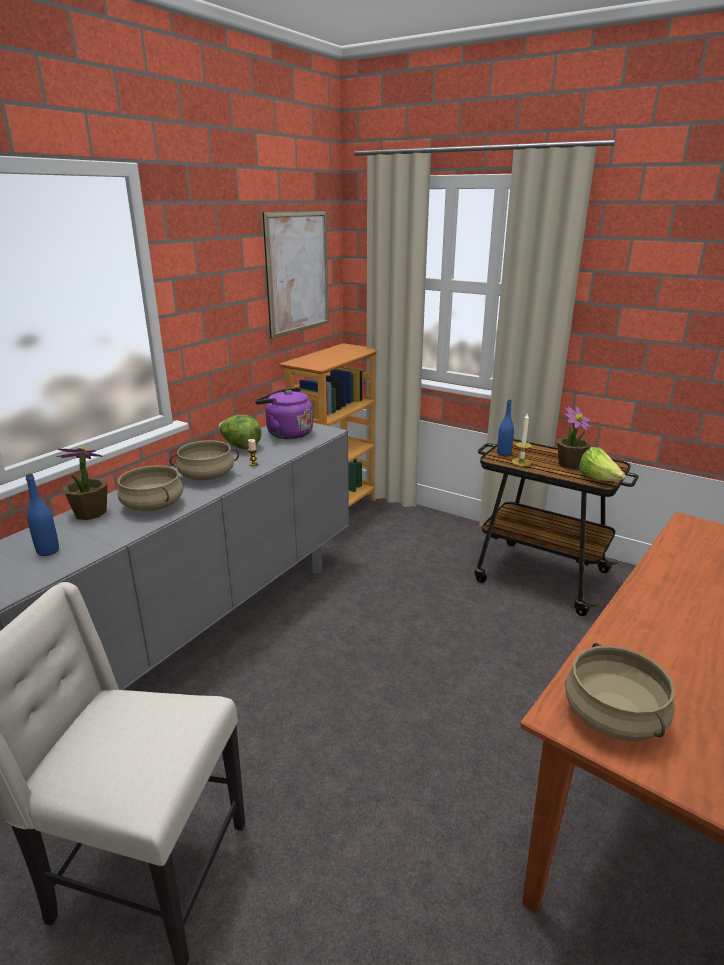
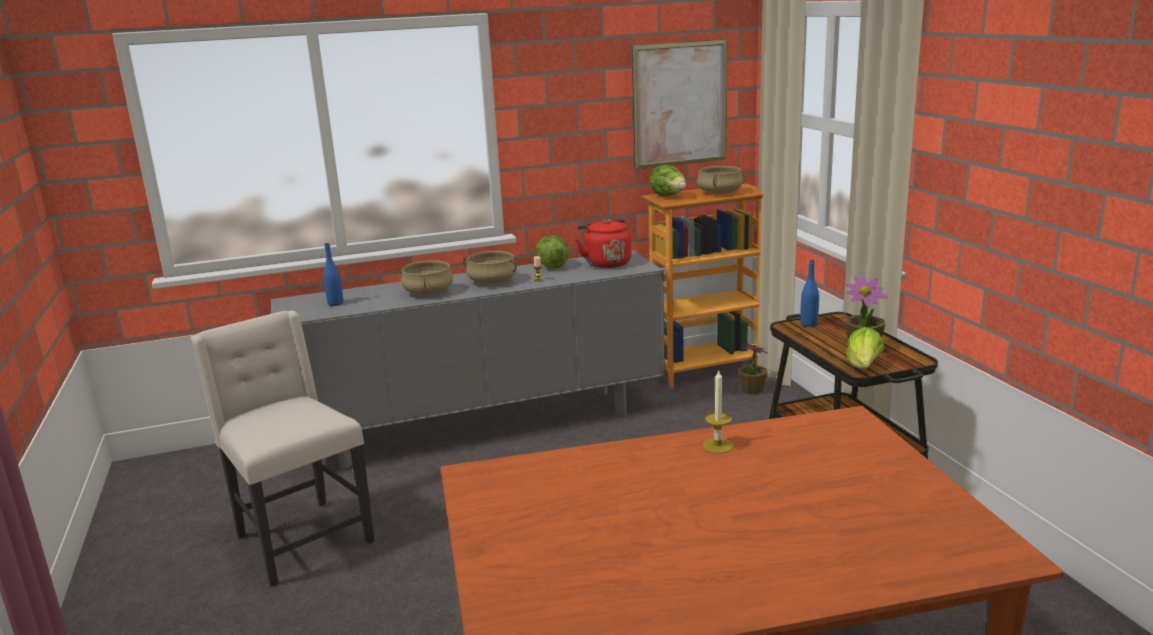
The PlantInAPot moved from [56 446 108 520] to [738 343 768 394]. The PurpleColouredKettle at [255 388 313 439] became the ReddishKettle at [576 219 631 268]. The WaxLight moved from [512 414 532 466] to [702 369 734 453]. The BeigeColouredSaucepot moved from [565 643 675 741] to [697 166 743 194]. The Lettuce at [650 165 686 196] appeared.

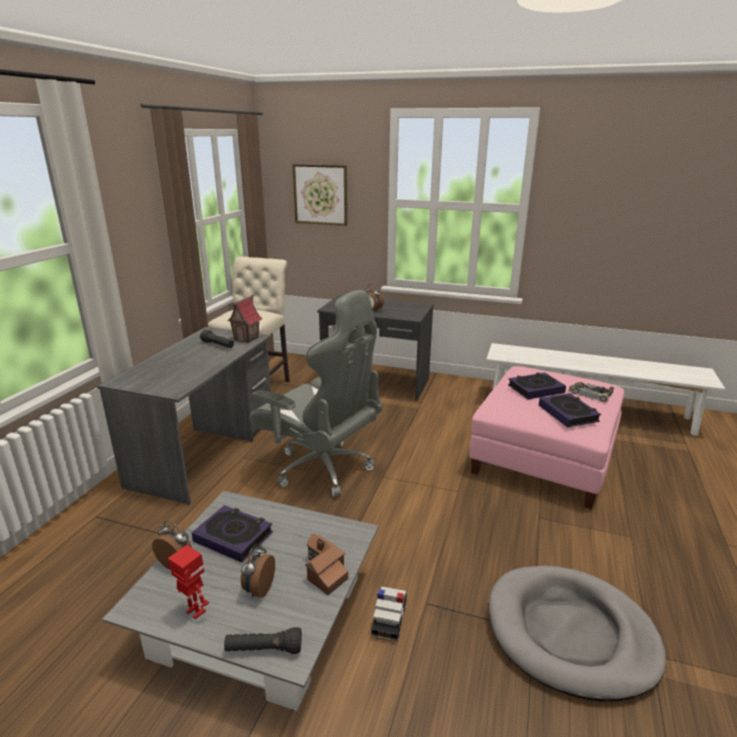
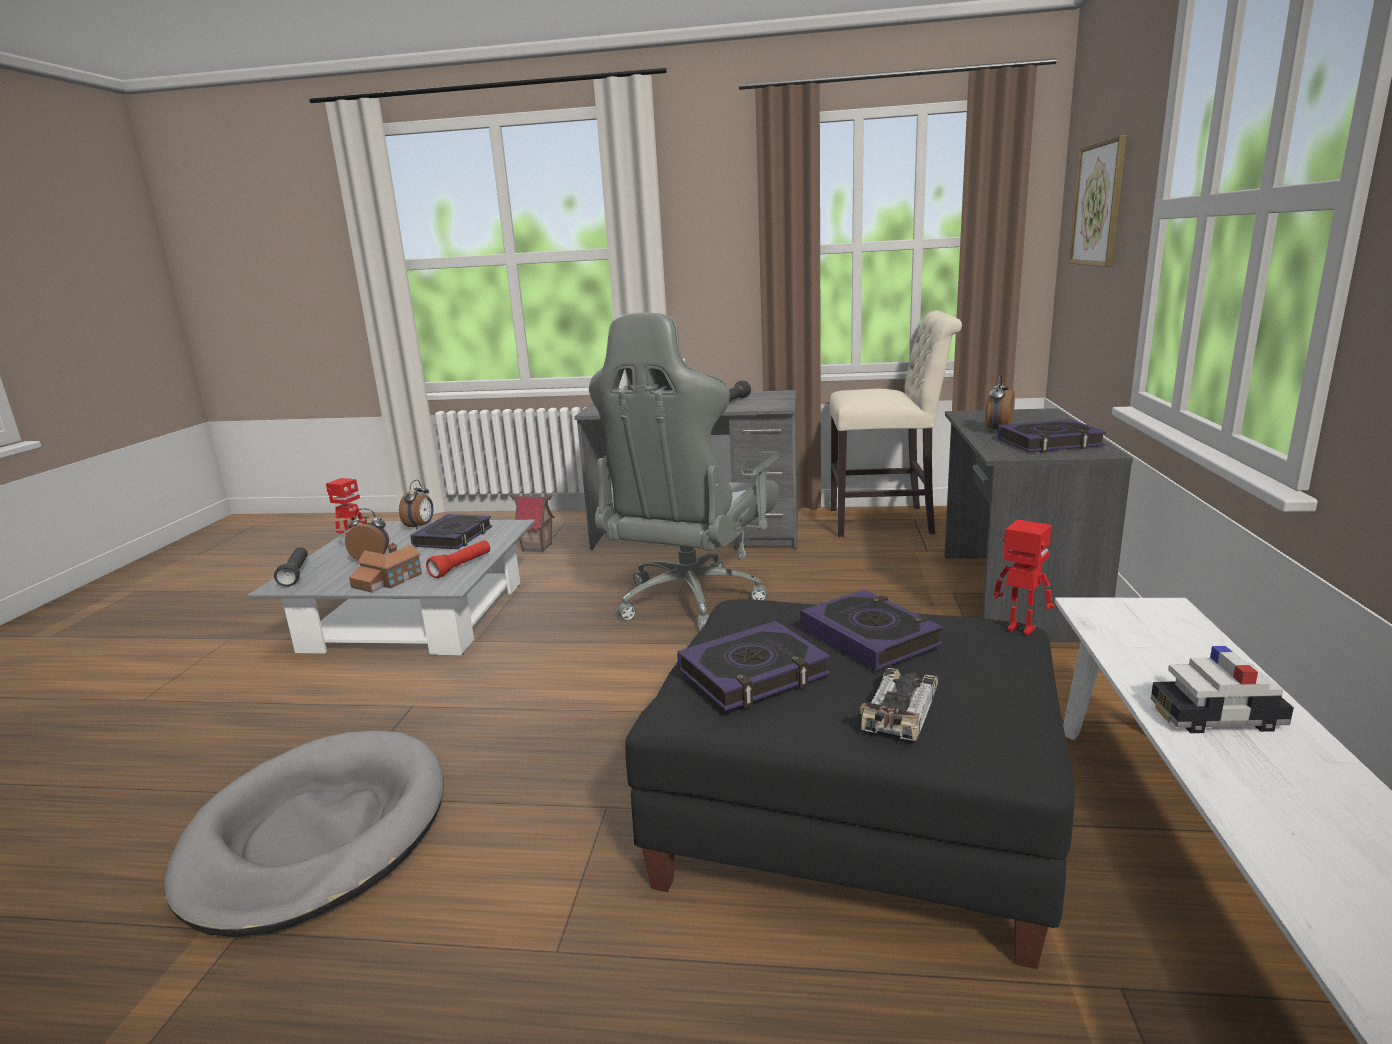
The MiniatureHouse moved from [227 295 262 343] to [510 495 555 552]. The ToyCar moved from [372 586 407 642] to [1151 646 1294 733]. The PinkishOttoman at [469 366 624 509] became the BlackOttoman at [625 599 1075 969]. The ReddishHandTorch at [426 540 490 578] appeared. The ModelRobot at [994 519 1055 635] appeared. The Book at [998 419 1106 453] appeared.

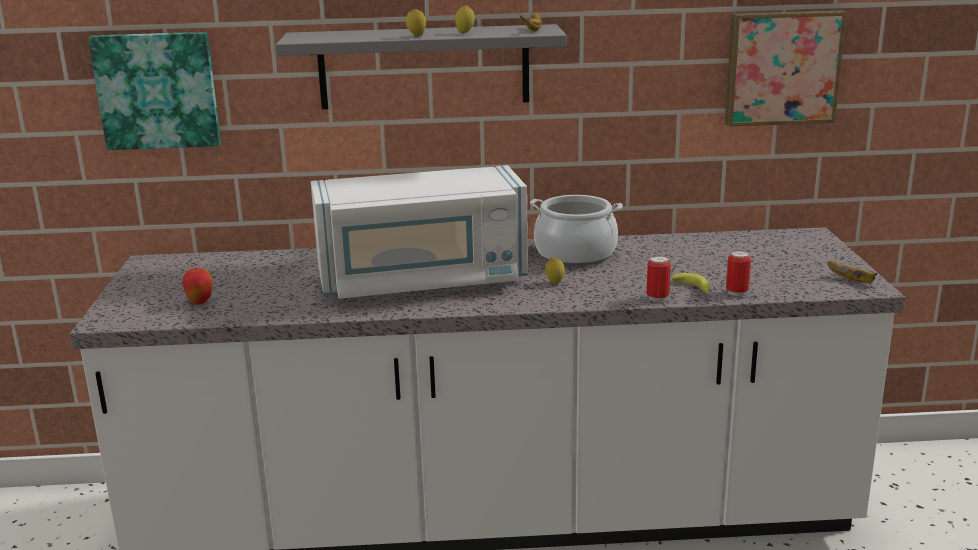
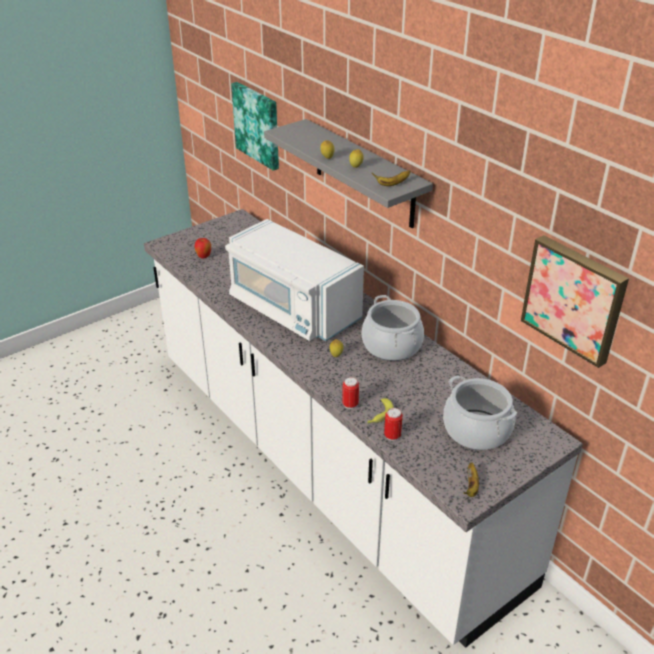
The Saucepot at [443 376 517 450] appeared.

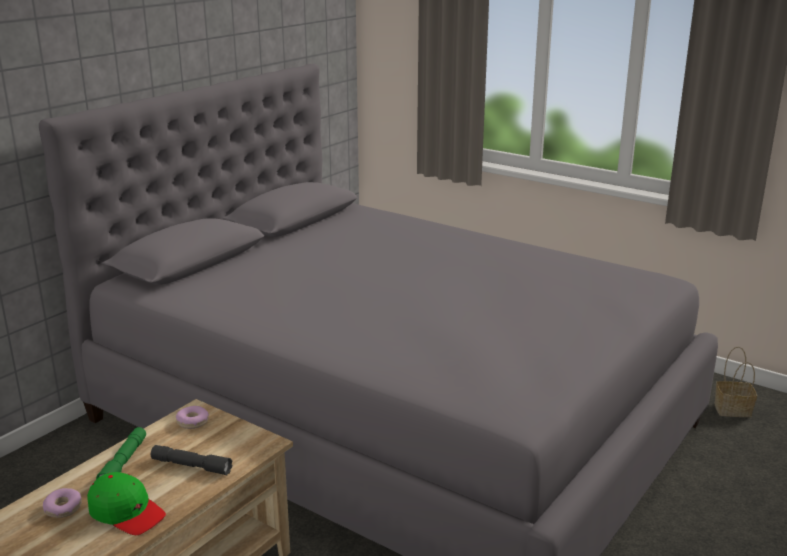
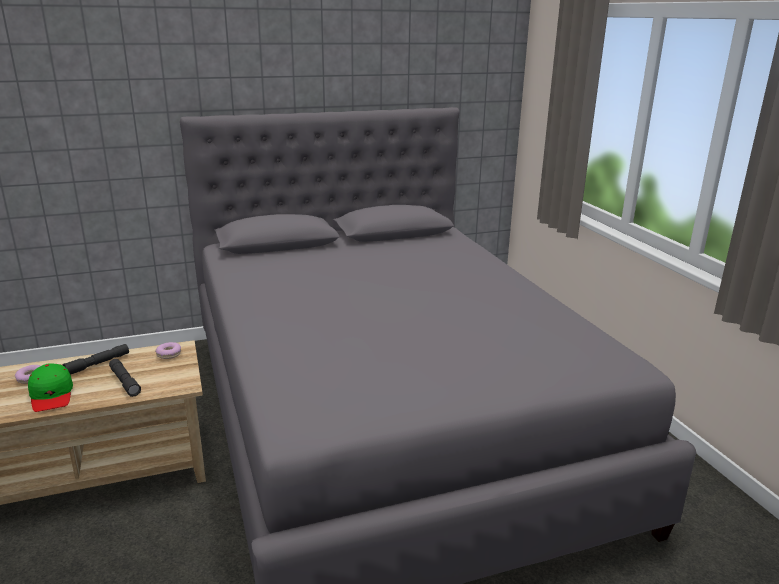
The GreenishHandTorch at [96 427 146 479] became the GreyishHandTorch at [63 344 129 375]. The Basket at [714 347 757 417] disappeared.

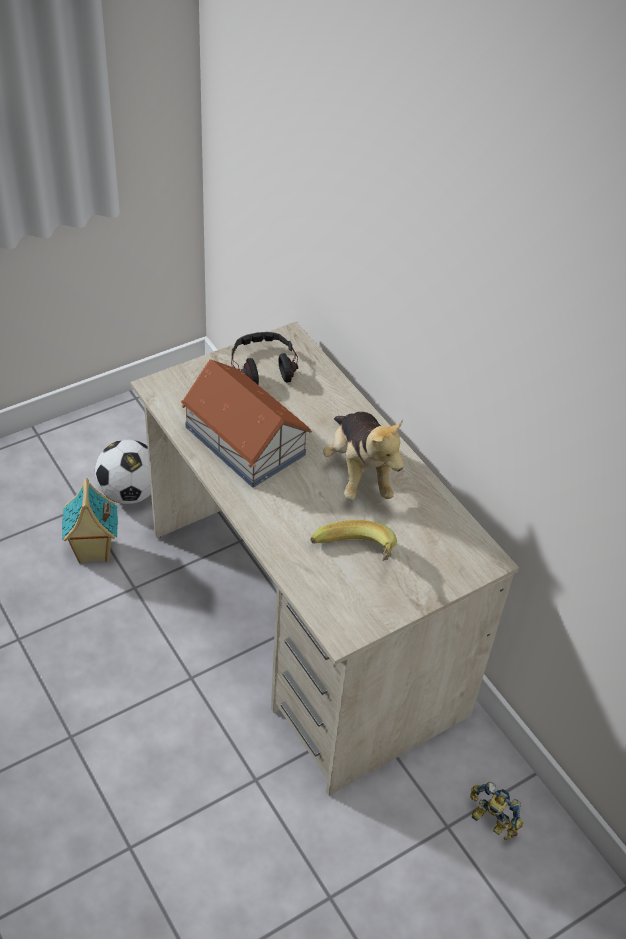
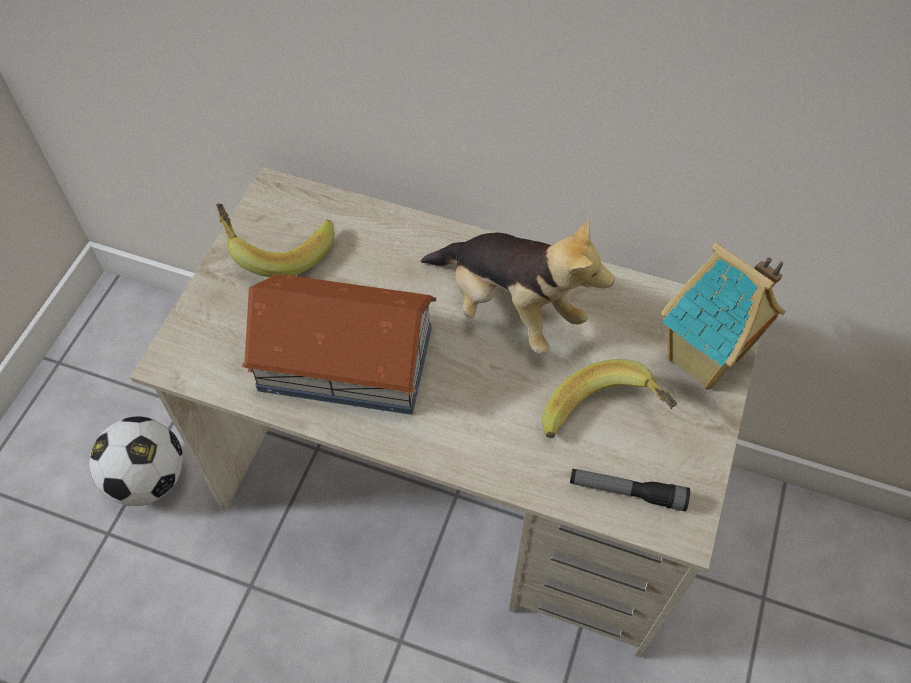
The MiniatureHouse moved from [62 478 118 564] to [661 242 786 390]. The PairOfHeadphones at [231 332 298 384] was replaced by the Banana at [216 203 334 277]. The ModelRobot at [470 782 523 840] disappeared. The HandTorch at [570 469 690 512] appeared.

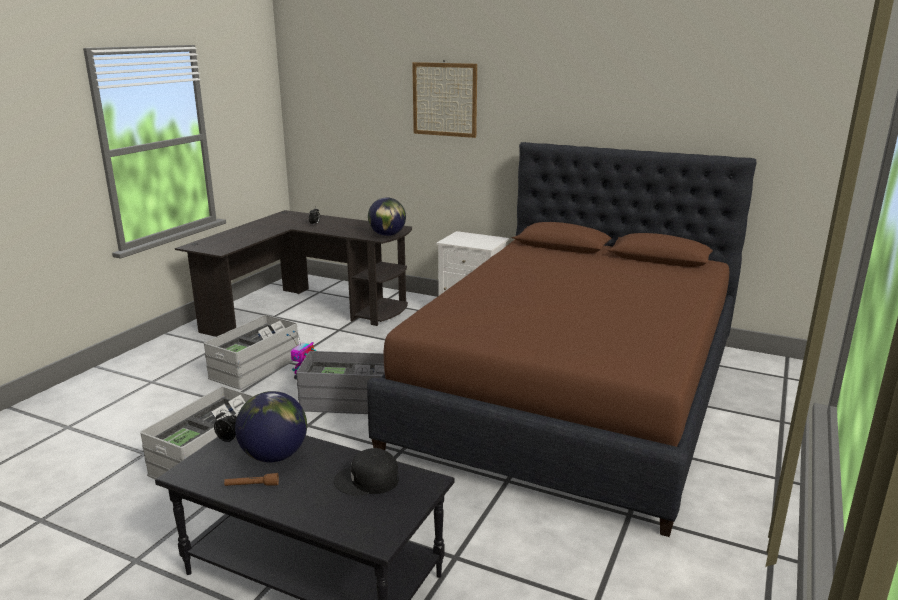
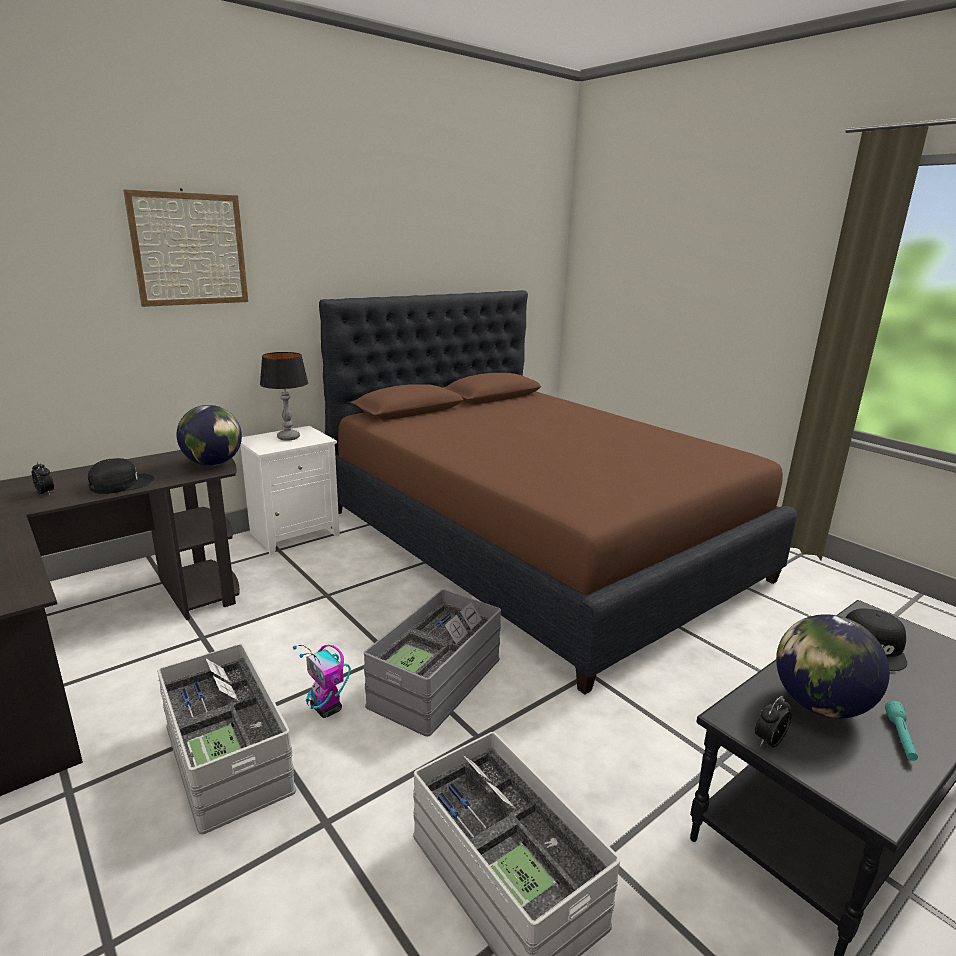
The BrownishHandTorch at [224 473 279 486] became the BlueGreenHandTorch at [885 701 918 761]. The BlackBaseballCap at [88 458 154 494] appeared. The LampForATable at [260 352 308 441] appeared.

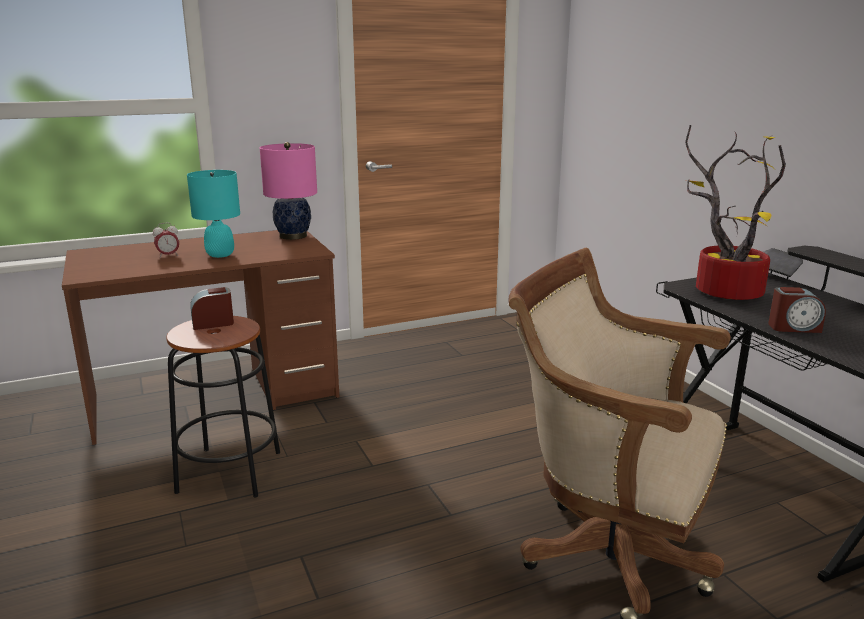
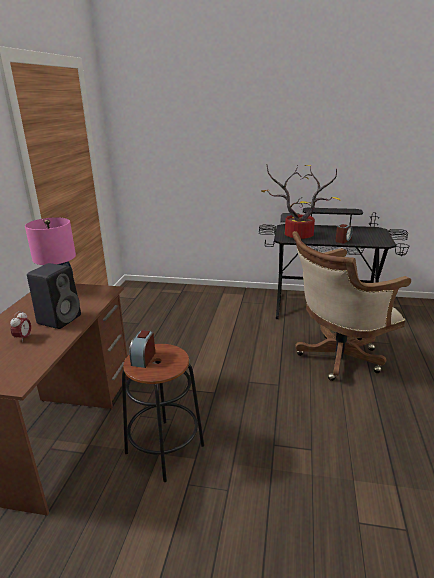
The BlueGreenLampForATable at [187 170 240 258] was replaced by the BlackAudioSpeaker at [27 263 81 329].

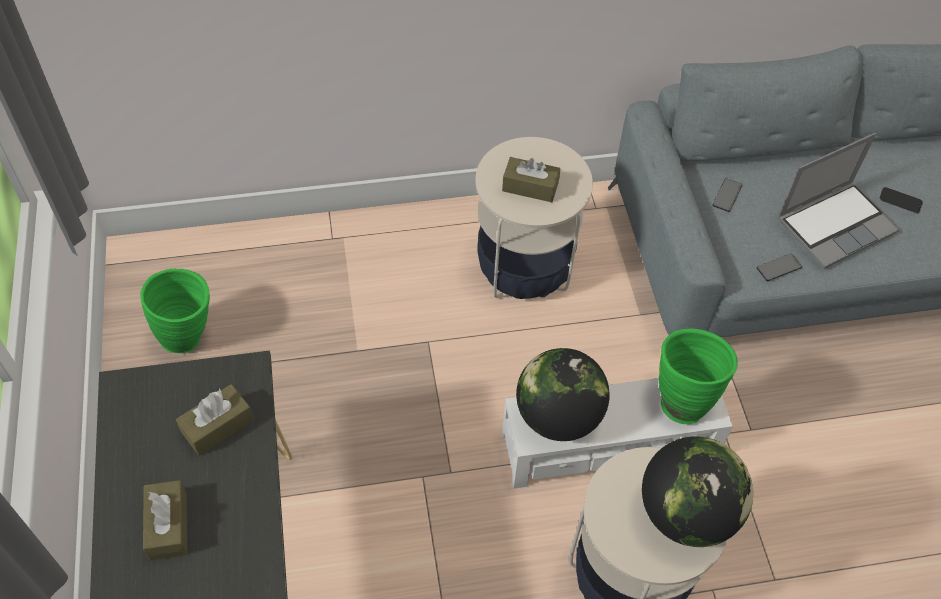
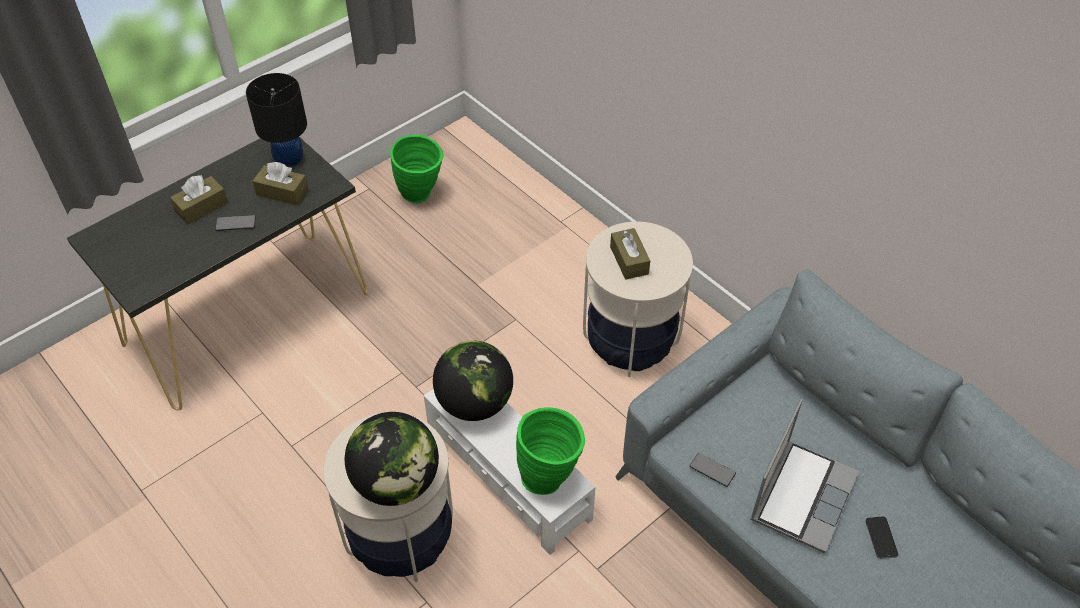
The Handset moved from [713 178 742 212] to [215 215 256 231]. The PortableComputer at [777 133 900 269] turned 90 degrees counterclockwise. The BlackLampForATable at [246 73 307 167] appeared.

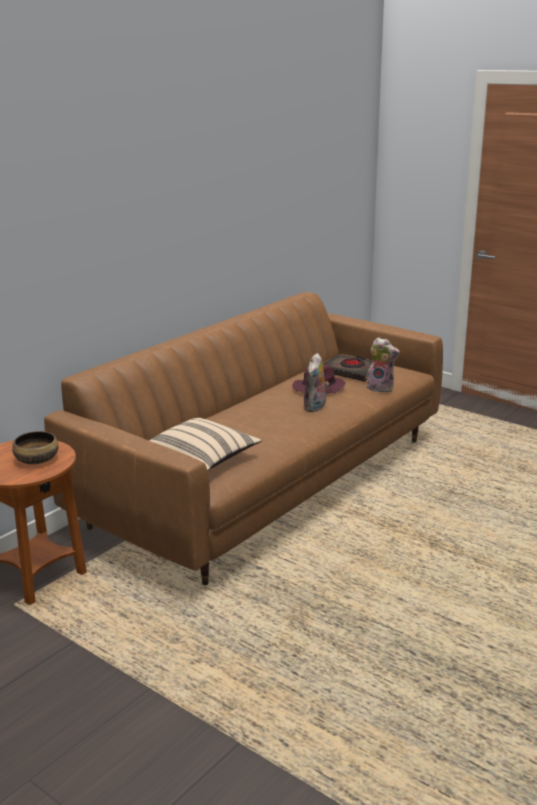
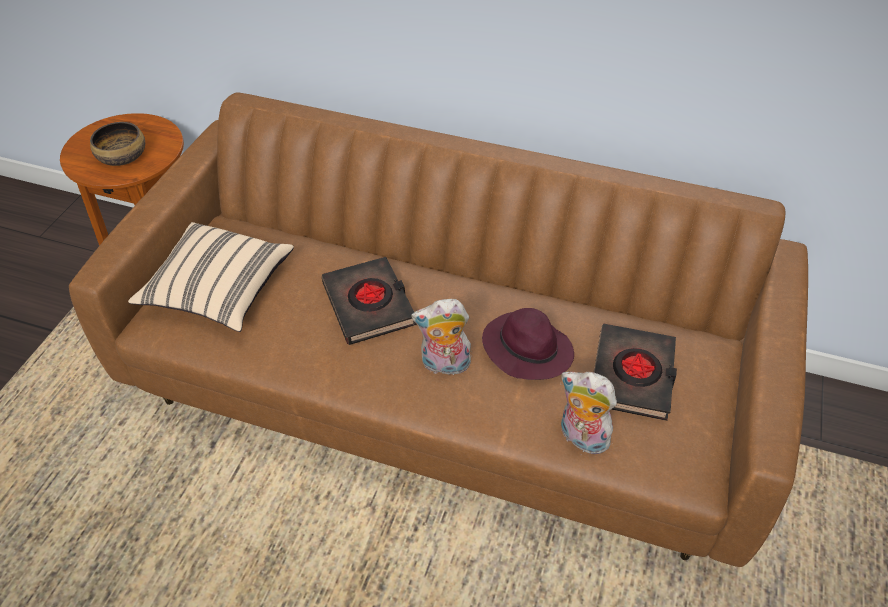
The CuddlyToy at [366 337 400 393] turned 120 degrees clockwise. The BlackBook at [322 257 416 345] appeared.

